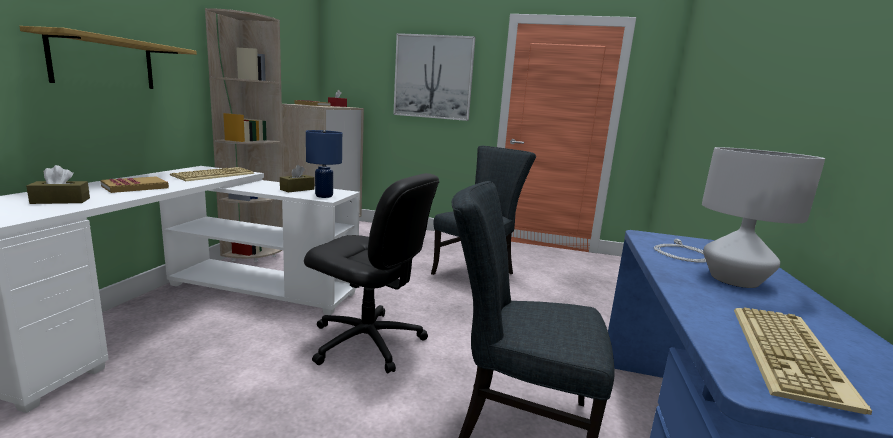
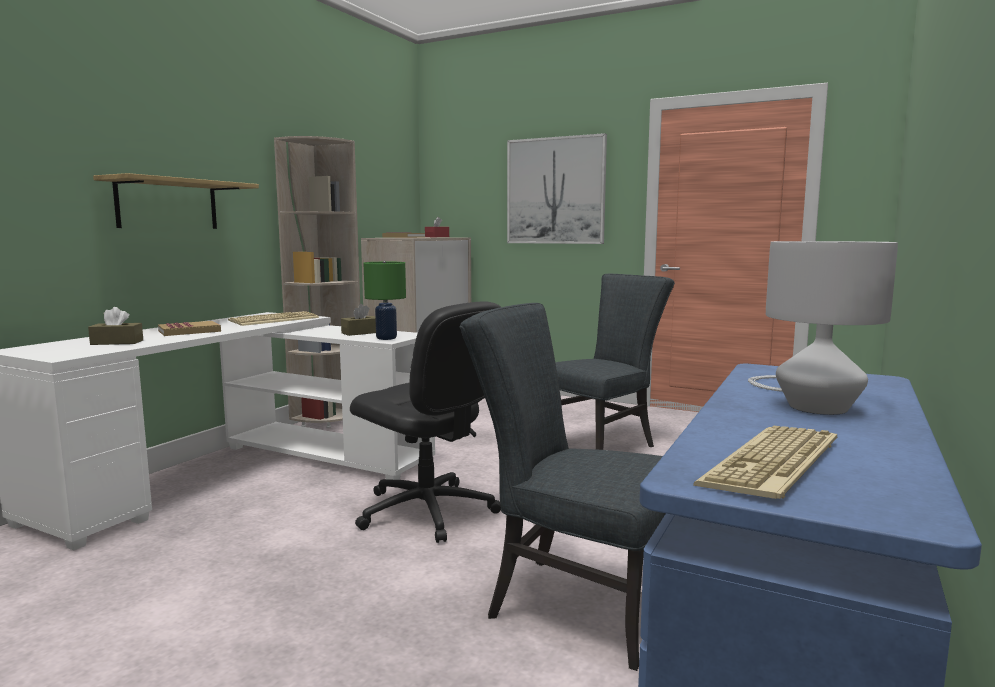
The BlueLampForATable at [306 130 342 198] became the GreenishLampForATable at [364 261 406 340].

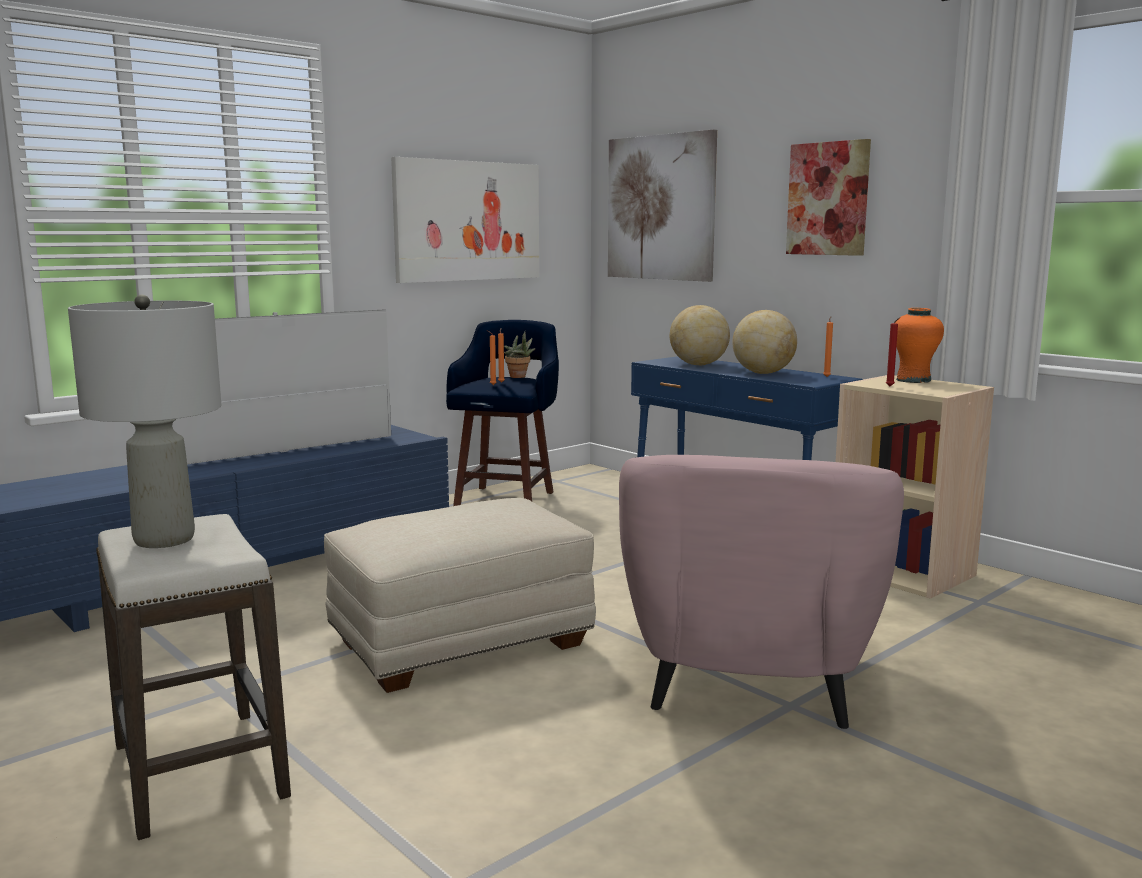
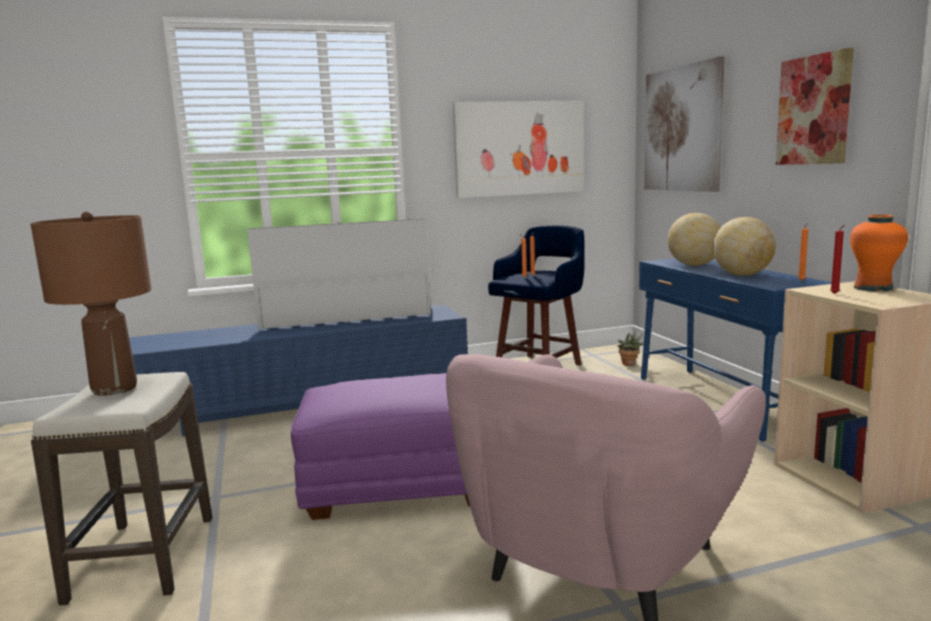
The GreyishLampForATable at [68 295 221 548] became the BrownishLampForATable at [30 212 152 396]. The BeigeColouredOttoman at [324 498 596 693] became the PurpleColouredOttoman at [291 373 470 520]. The PlantInAPot moved from [504 332 536 378] to [617 330 644 366].

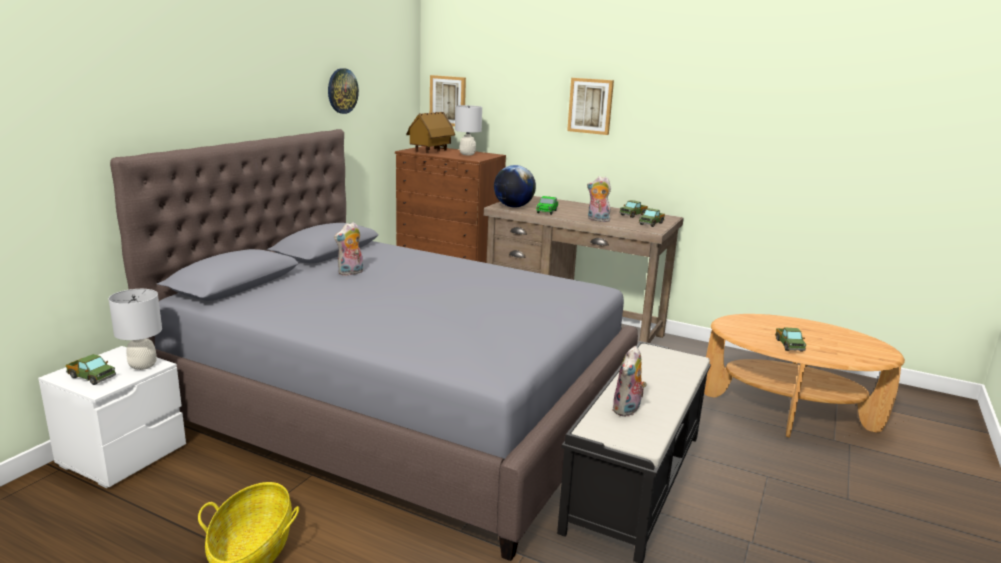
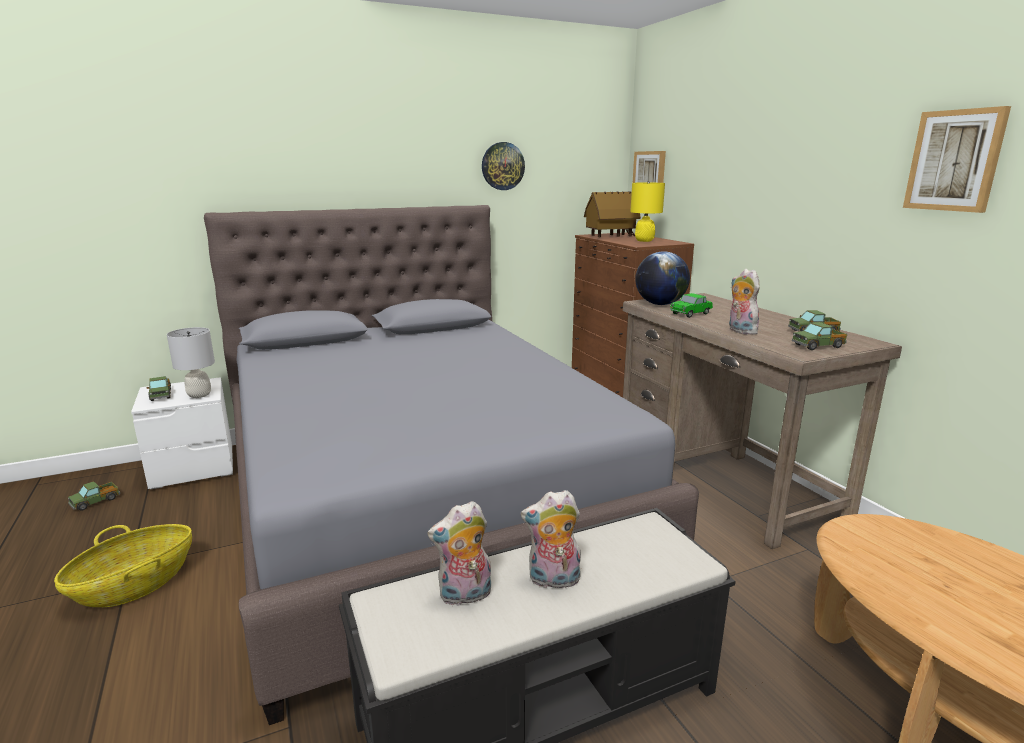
The CuddlyToy moved from [334 222 363 276] to [521 490 581 588]. The GreyishLampForATable at [455 105 482 156] became the YellowishLampForATable at [630 182 665 242]. The Picture moved from [567 78 614 135] to [903 106 1011 213]. The ModelTruck moved from [775 327 806 352] to [68 481 120 511].

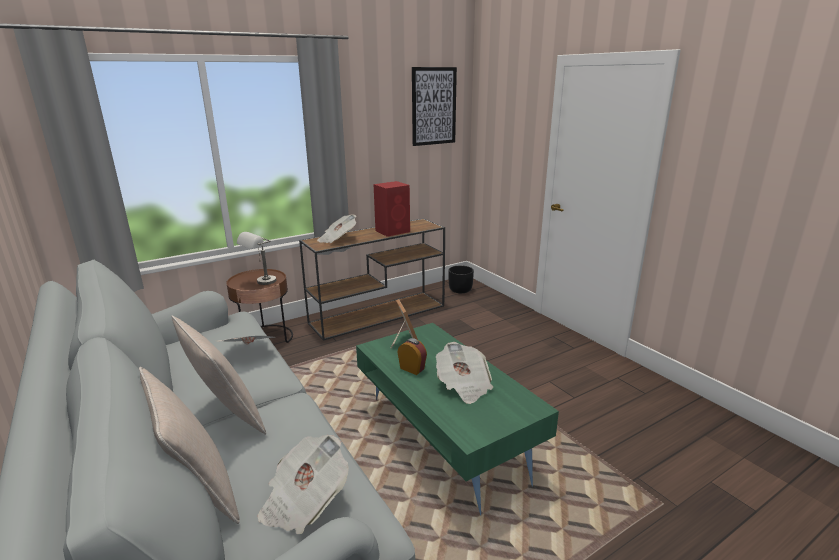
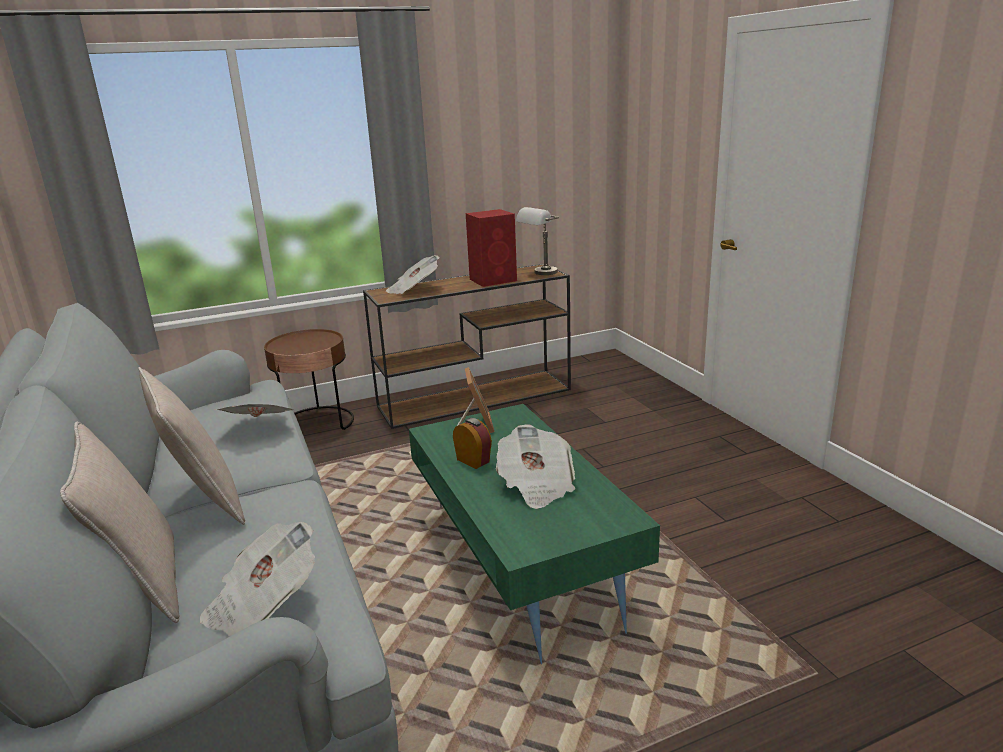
The GreyishLampForATable moved from [237 232 276 285] to [516 207 559 275]. The Picture at [412 67 457 146] disappeared. The BlackPlanter at [448 266 474 293] disappeared.

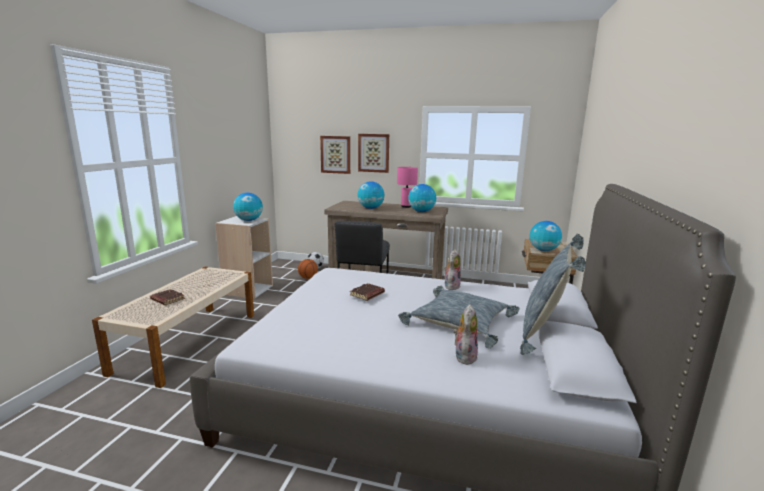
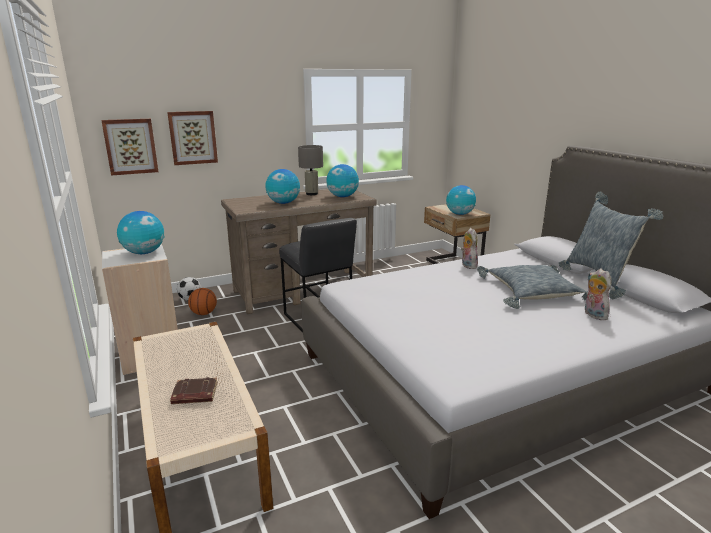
The BrownishBook at [350 283 385 301] disappeared. The Picture moved from [358 134 389 173] to [101 119 158 176]. The PinkishLampForATable at [397 167 418 208] became the GreyishLampForATable at [298 145 323 195].

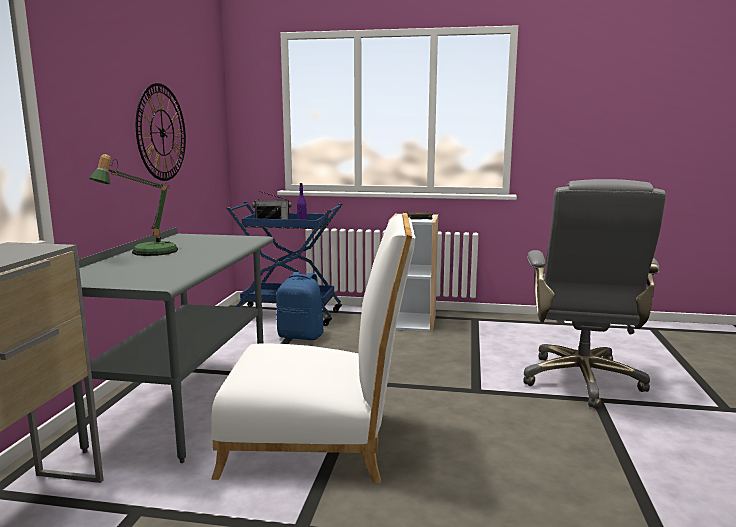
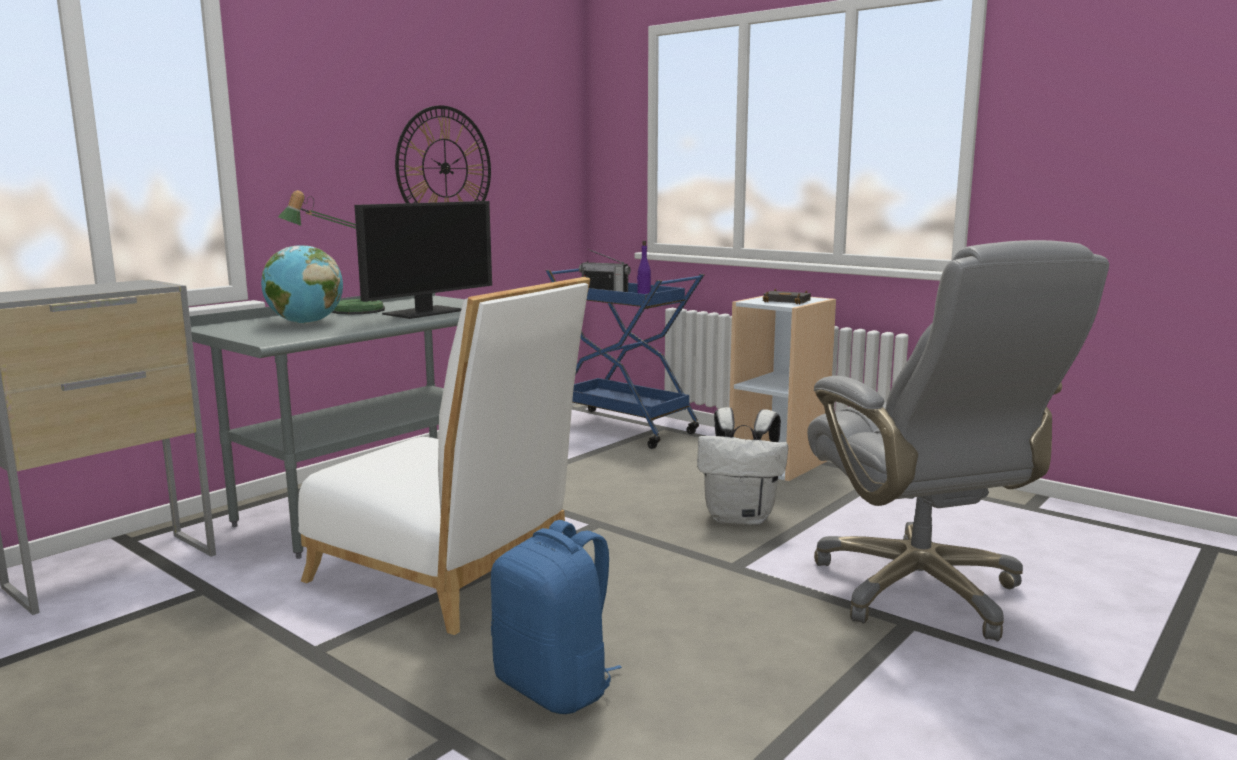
The BlueKnapsack moved from [276 272 324 340] to [491 520 622 714]. The GreyishComputerChair at [523 179 666 409] turned 60 degrees counterclockwise. The Globe at [261 245 343 324] appeared. The ComputerDisplay at [354 201 492 319] appeared. The WhiteColouredKnapsack at [697 407 788 526] appeared.

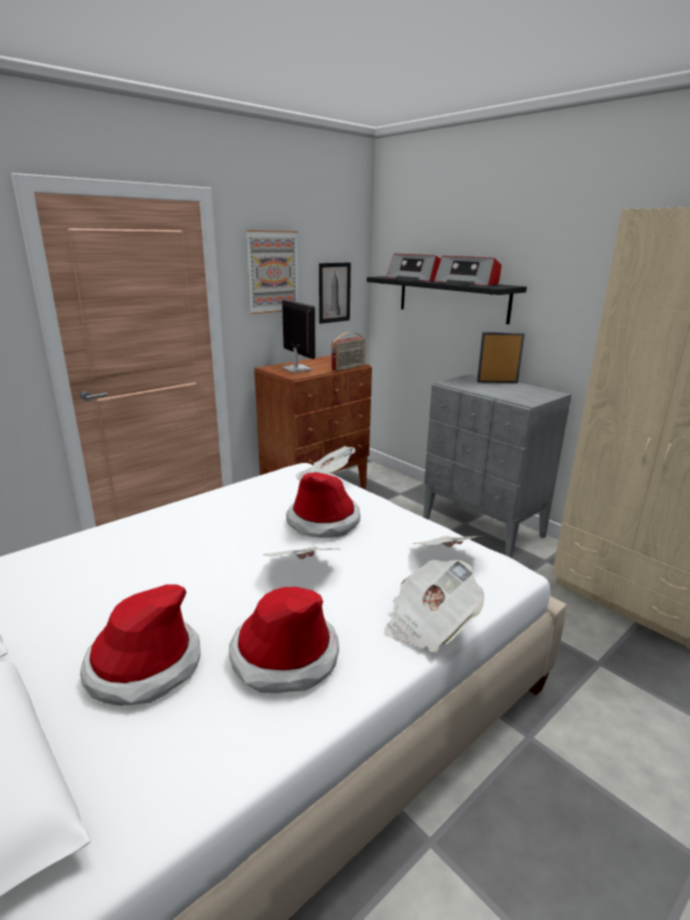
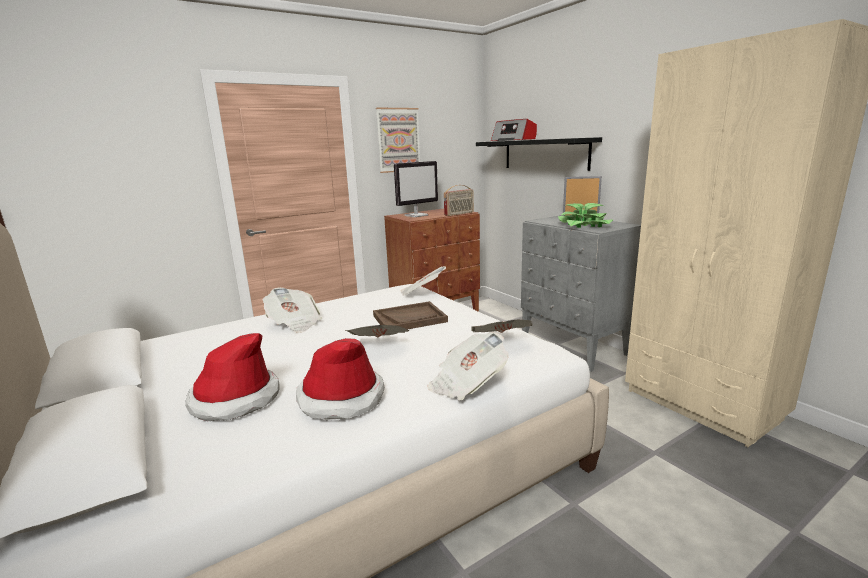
The ComputerDisplay at [282 300 316 372] turned 75 degrees clockwise. The WearableHat at [286 472 360 538] was replaced by the BrownishCarryingTray at [373 301 448 329]. The Picture at [319 262 351 324] disappeared. The RadioSet at [434 256 501 286] disappeared. The DailyPaper at [262 287 322 333] appeared. The PlantInAPot at [558 203 613 228] appeared.

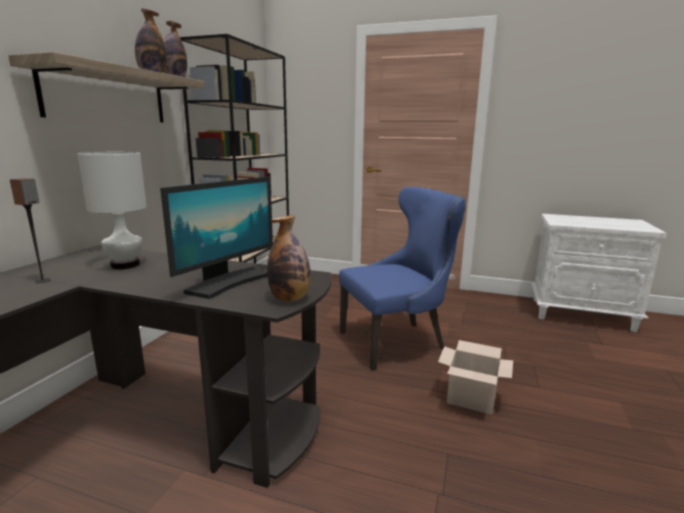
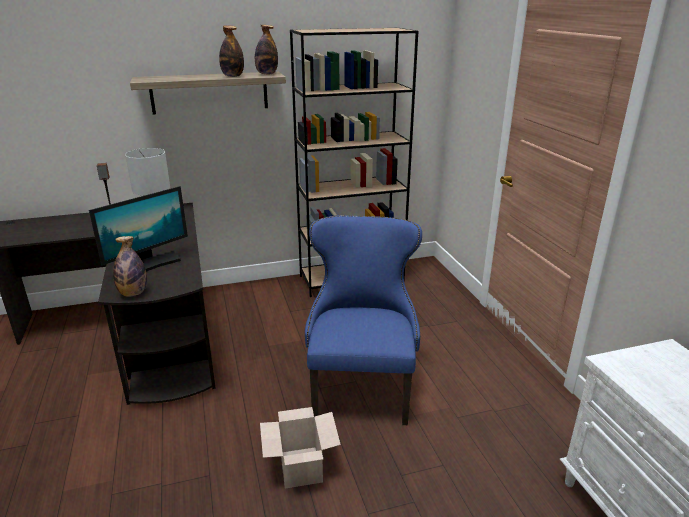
The ComputerDisplay at [160 176 273 299] turned 45 degrees counterclockwise. The BluePlainChair at [339 186 466 371] turned 120 degrees counterclockwise.

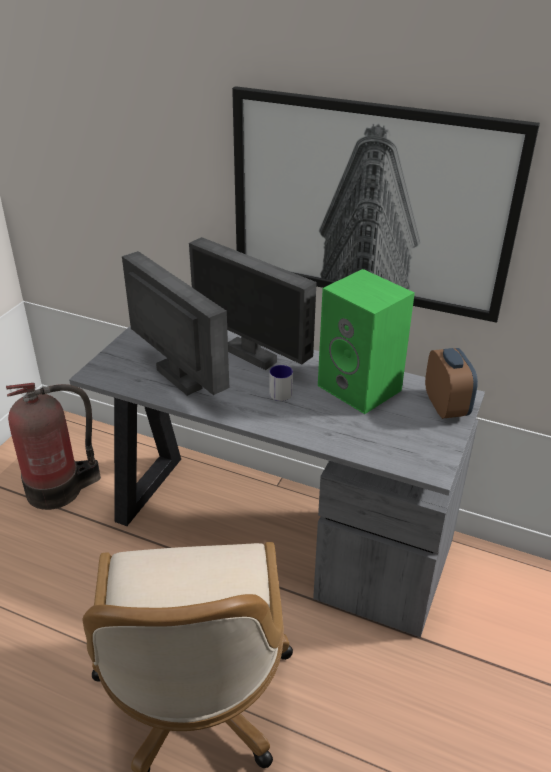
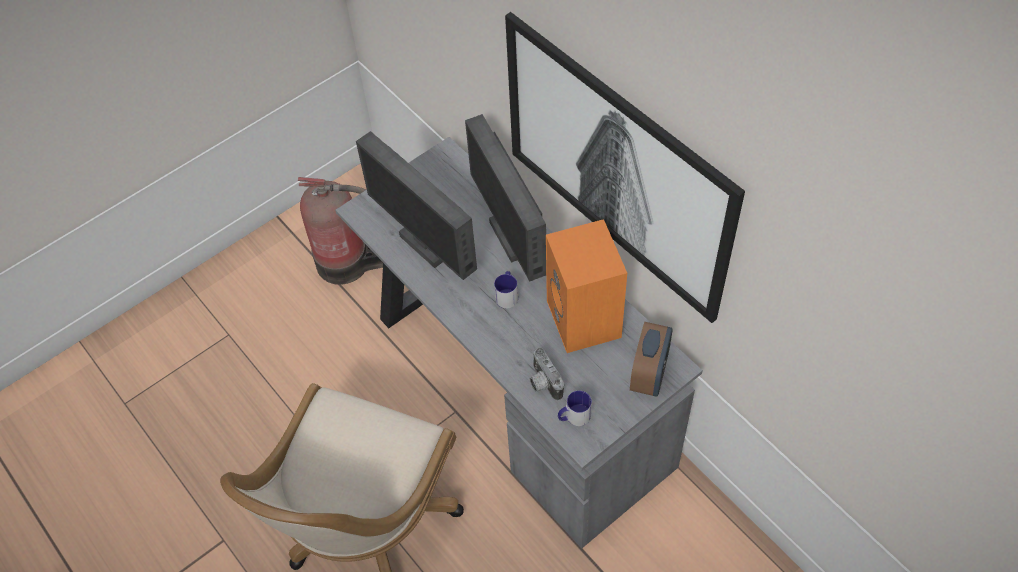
The ComputerDisplay at [122 251 229 396] turned 150 degrees clockwise. The GreenishAudioSpeaker at [318 269 415 414] became the OrangeColouredAudioSpeaker at [546 219 627 353]. The PhotoCamera at [530 348 564 400] appeared. The TeaMug at [558 390 592 426] appeared.

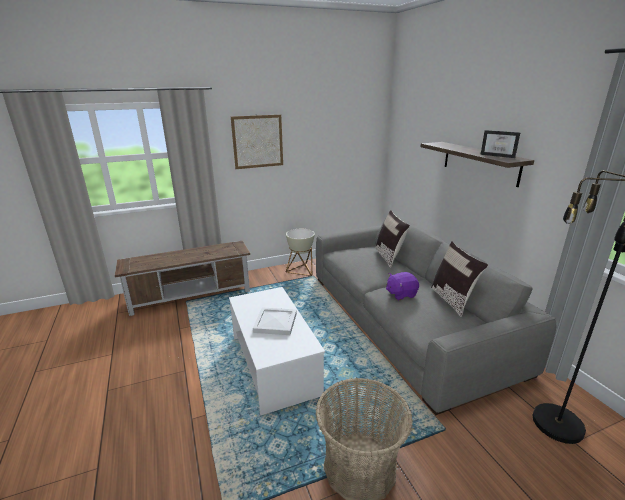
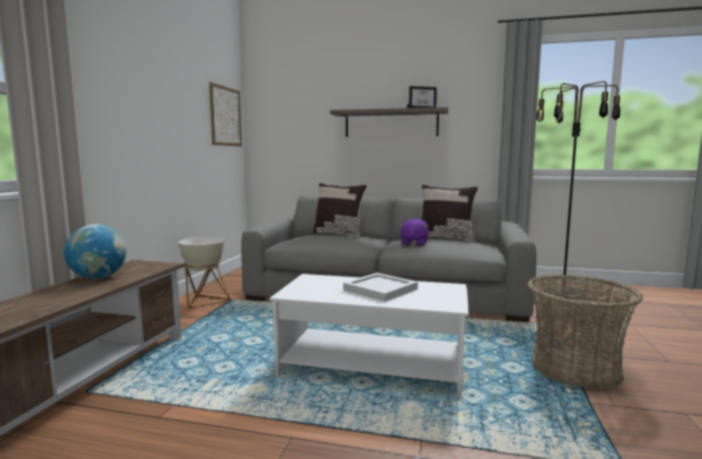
The Picture moved from [231 114 283 169] to [209 82 242 146]. The Globe at [64 224 127 279] appeared.

